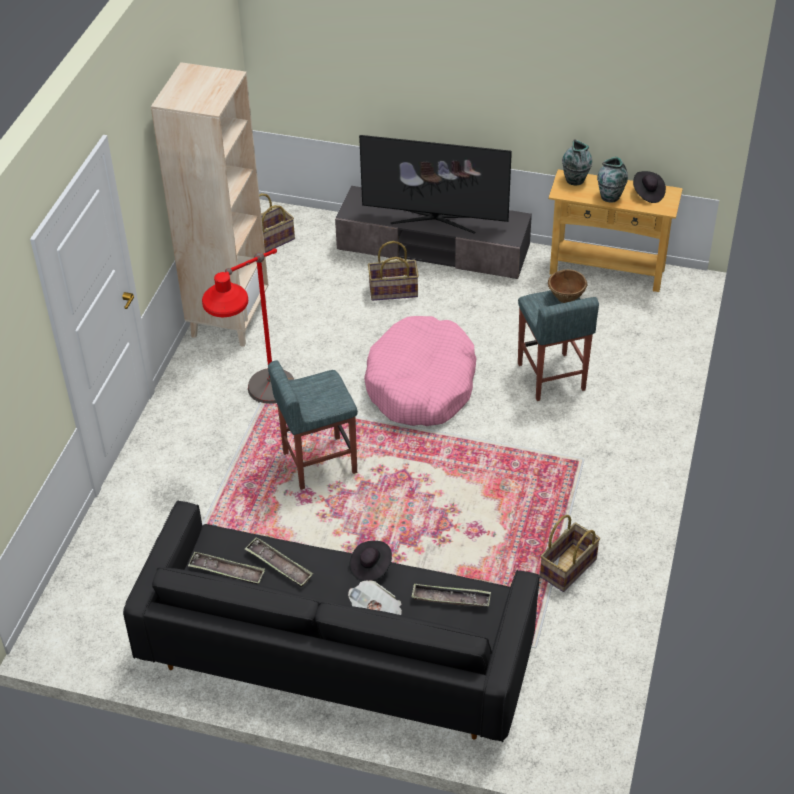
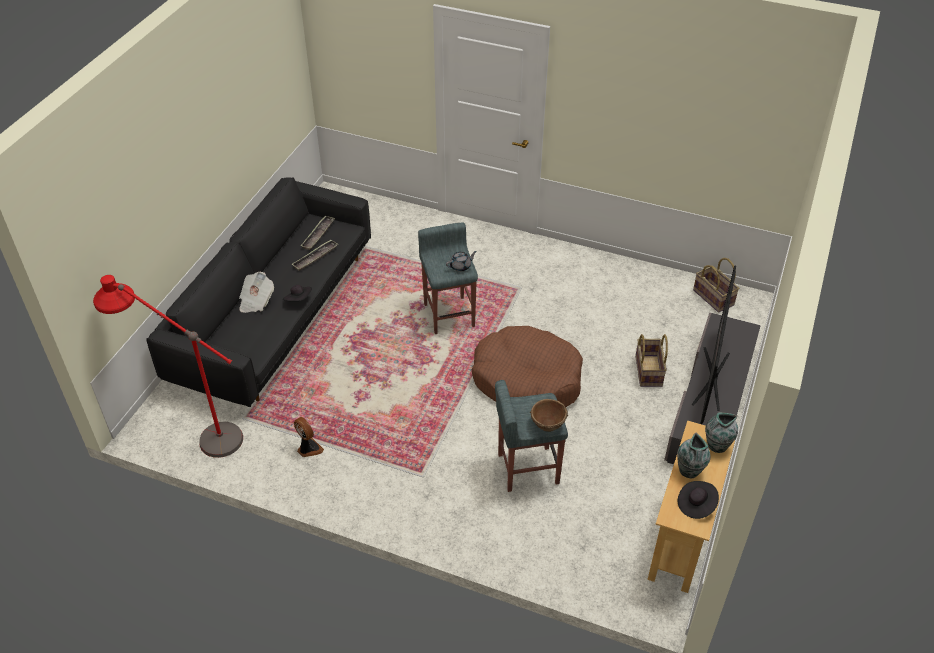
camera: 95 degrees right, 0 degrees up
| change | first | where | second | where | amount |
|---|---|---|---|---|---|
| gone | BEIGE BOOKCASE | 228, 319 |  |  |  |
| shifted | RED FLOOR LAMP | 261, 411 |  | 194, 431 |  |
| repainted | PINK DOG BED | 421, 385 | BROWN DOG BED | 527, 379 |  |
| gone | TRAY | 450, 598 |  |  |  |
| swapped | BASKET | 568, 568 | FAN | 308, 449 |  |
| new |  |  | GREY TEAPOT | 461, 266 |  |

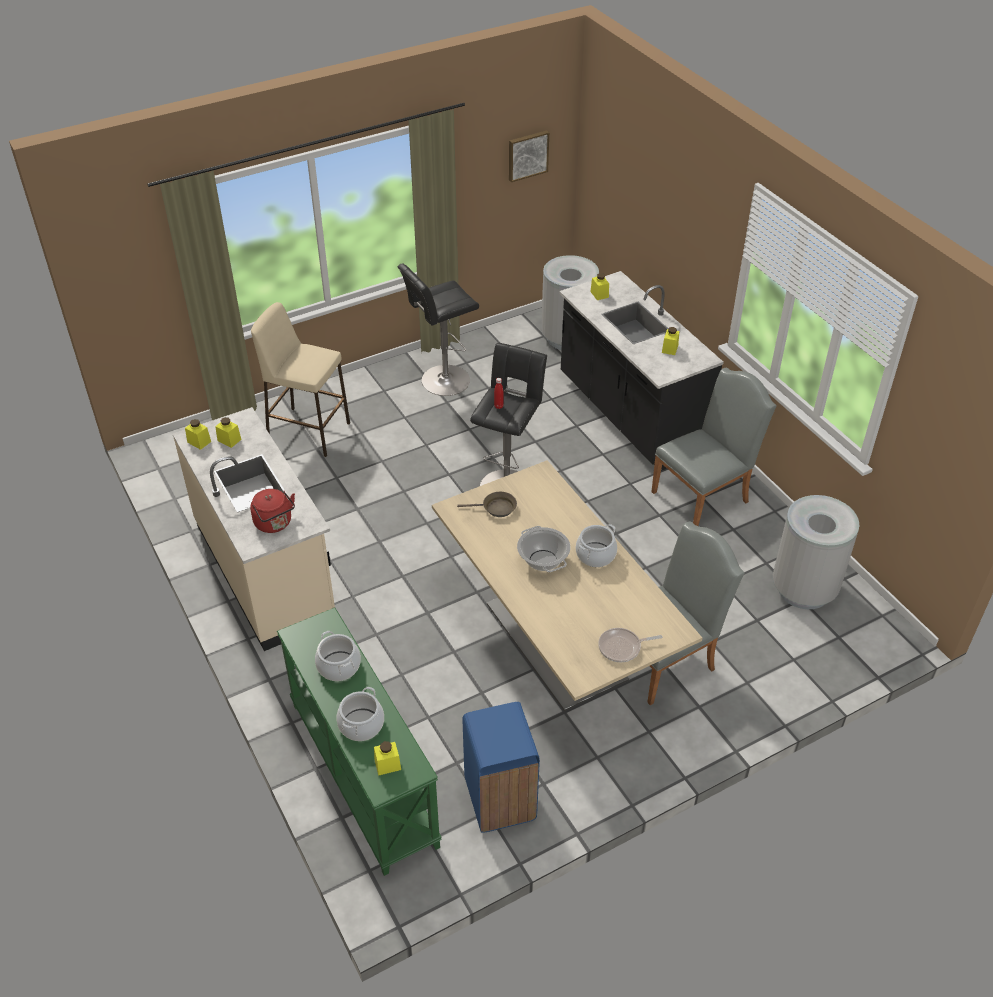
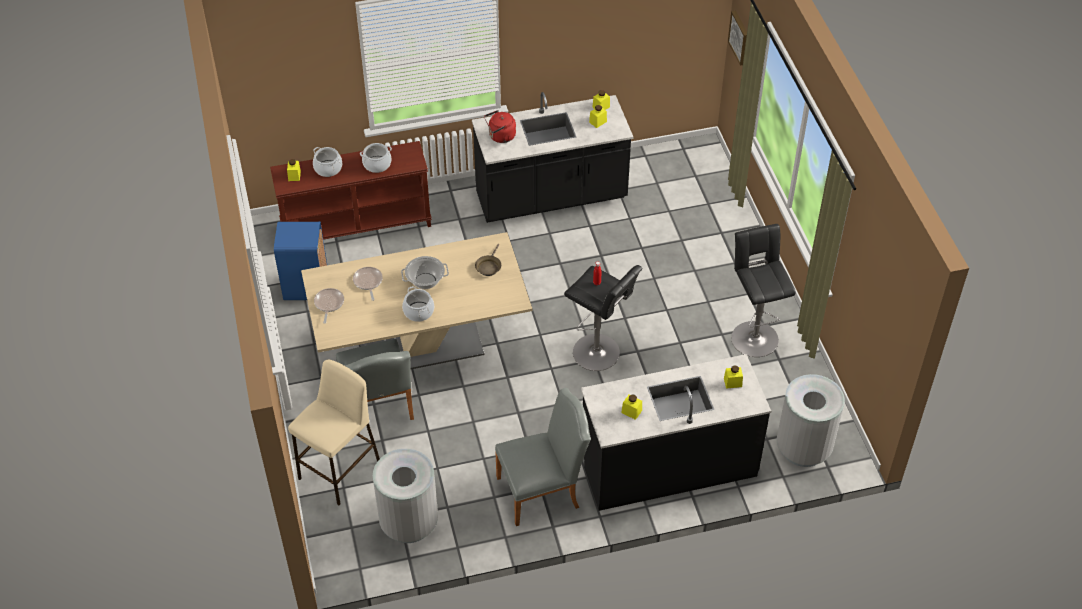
camera: 105 degrees right, 5 degrees up
| change | first | where | second | where | amount |
|---|---|---|---|---|---|
| repainted | BEIGE COUNTER | 266, 571 | BLACK COUNTER | 551, 198 |  |
| shifted | BEIGE STOOL | 308, 431 |  | 340, 470 |  |
| repainted | GREEN CONSOLE TABLE | 361, 773 | BROWN CONSOLE TABLE | 356, 225 |  |
| shifted | PICTURE | 527, 155 |  | 740, 37 |  |
| rotated | GREY CHAIR | 705, 494 |  | 543, 490 | 90 degrees counterclockwise |
| new |  |  | FRYING PAN | 368, 282 |  |

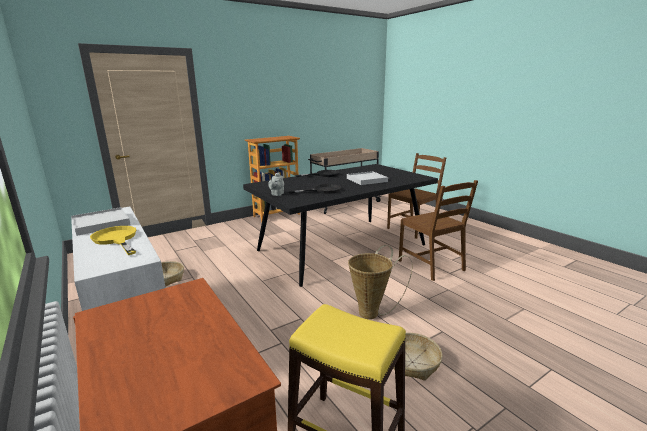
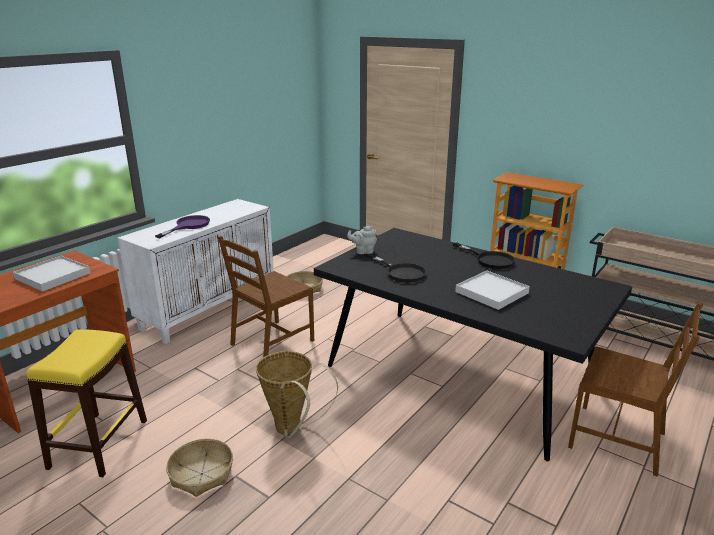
camera: 70 degrees right, 5 degrees up
| change | first | where | second | where | amount |
|---|---|---|---|---|---|
| shifted | WHITE TRAY | 101, 223 |  | 53, 276 |  |
| repainted | YELLOW FRYING PAN | 116, 239 | PURPLE FRYING PAN | 188, 226 |  |
| shifted | BROWN CHAIR | 432, 265 |  | 271, 342 |  |

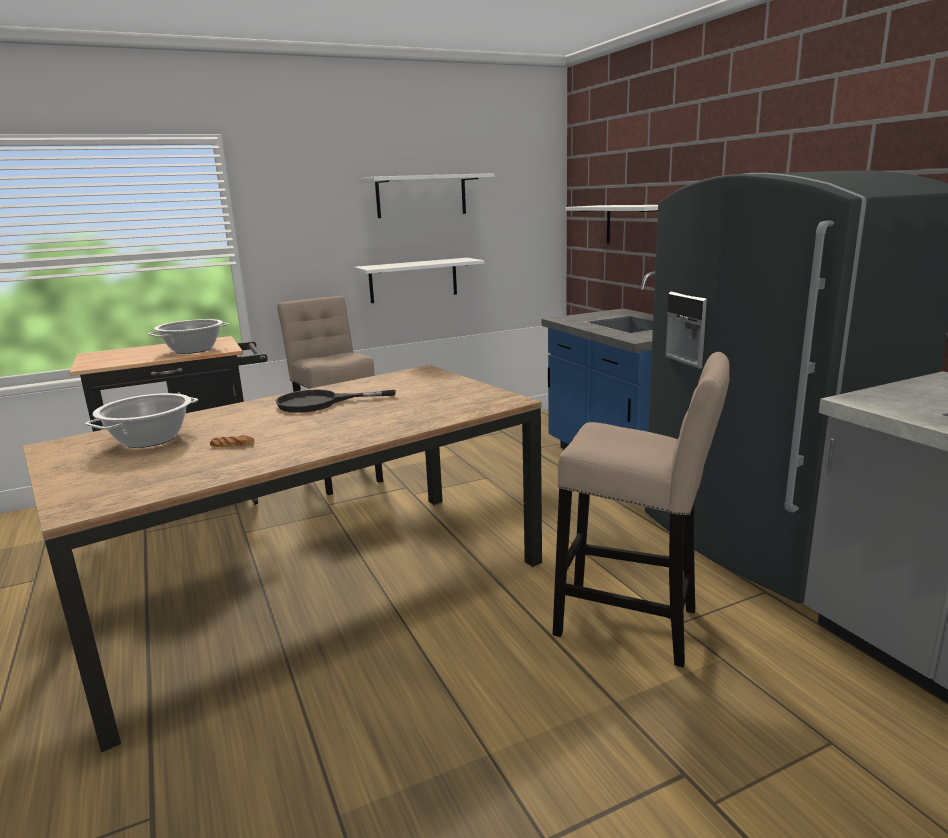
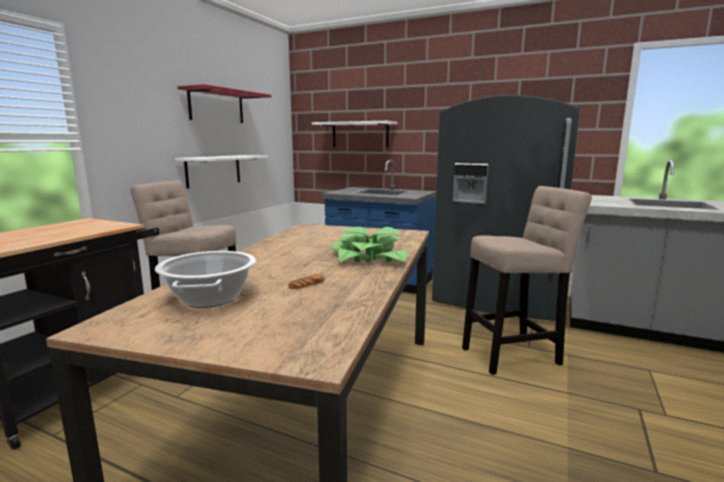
camera: 40 degrees left, 5 degrees down
| change | first | where | second | where | amount |
|---|---|---|---|---|---|
| gone | COOKING POT | 193, 350 |  |  |  |
| gone | BLACK FRYING PAN | 319, 403 |  |  |  |
| repainted | WHITE SHELF | 421, 196 | RED SHELF | 216, 106 |  |
| new |  |  | POTTED PLANT | 369, 258 |  |

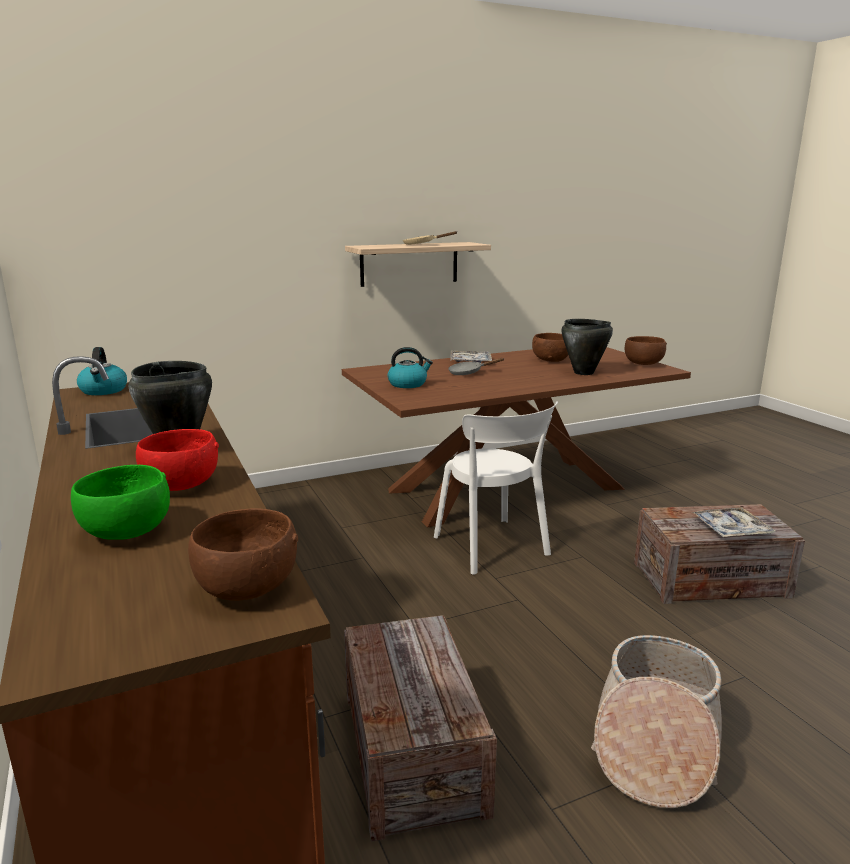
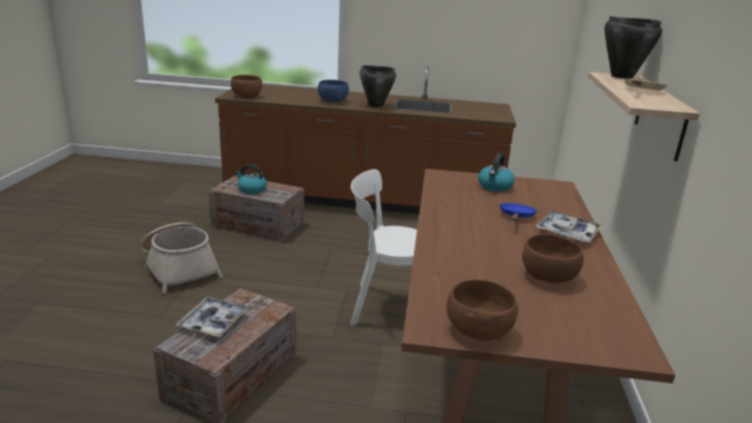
camera: 120 degrees right, 5 degrees up
| change | first | where | second | where | amount |
|---|---|---|---|---|---|
| gone | GREEN BOWL | 127, 532 |  |  |  |
| shifted | KETTLE | 104, 390 |  | 251, 189 |  |
| repainted | RED BOWL | 181, 485 | BLUE BOWL | 332, 101 |  |
| repainted | GREY FRYING PAN | 468, 373 | BLUE FRYING PAN | 516, 216 |  |
| shifted | BLACK COOKING POT | 584, 373 |  | 621, 76 |  |

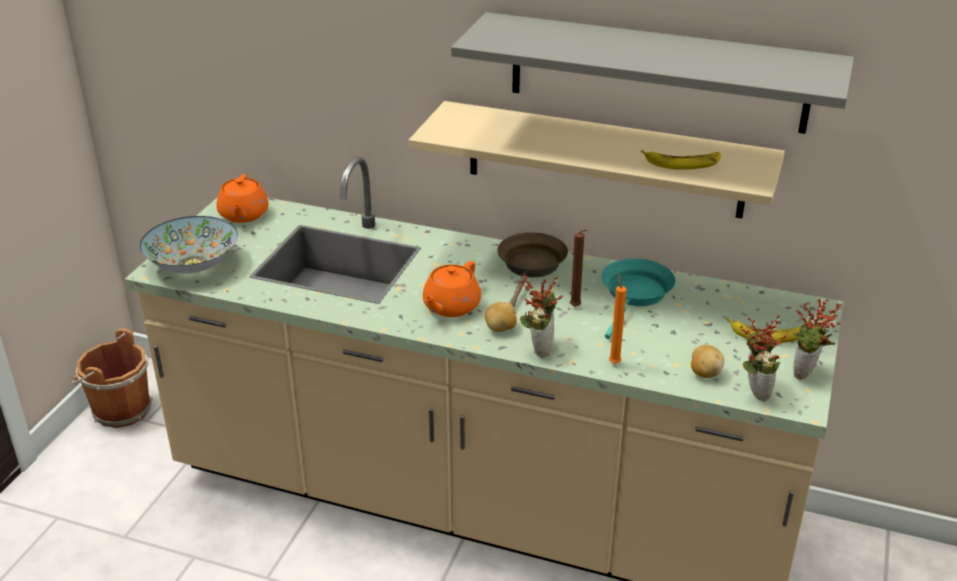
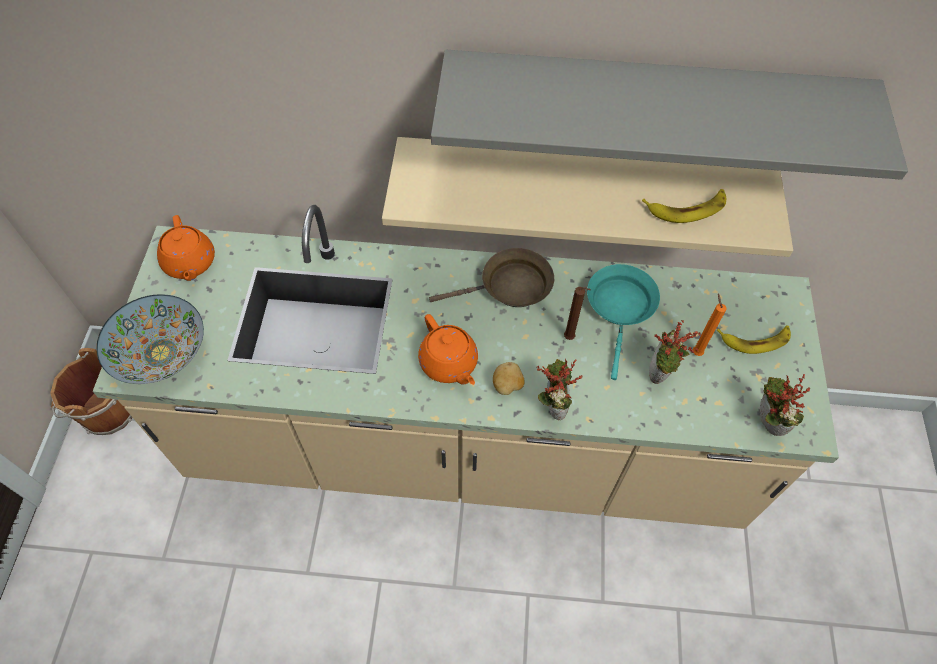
camera: 15 degrees left, 25 degrees up
| change | first | where | second | where | amount |
|---|---|---|---|---|---|
| rotated | ORANGE TEAPOT | 450, 307 |  | 449, 363 | 45 degrees counterclockwise |
| rotated | BROWN FRYING PAN | 531, 267 |  | 510, 287 | 75 degrees clockwise |
| shifted | ORANGE CANDLE | 614, 362 |  | 696, 351 |  |
| gone | POTATO | 704, 373 |  |  |  |
| shifted | POTTED PLANT | 806, 375 |  | 660, 375 |  |

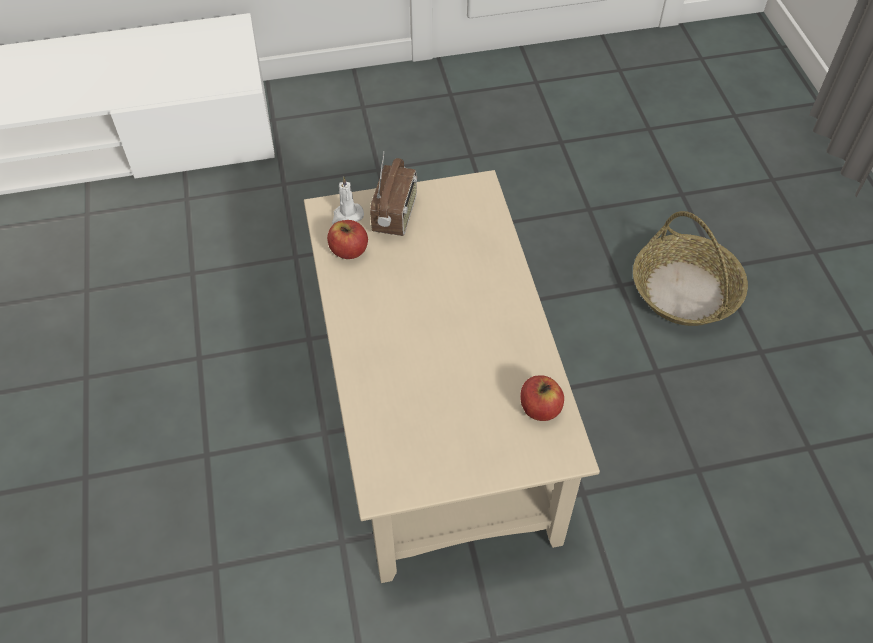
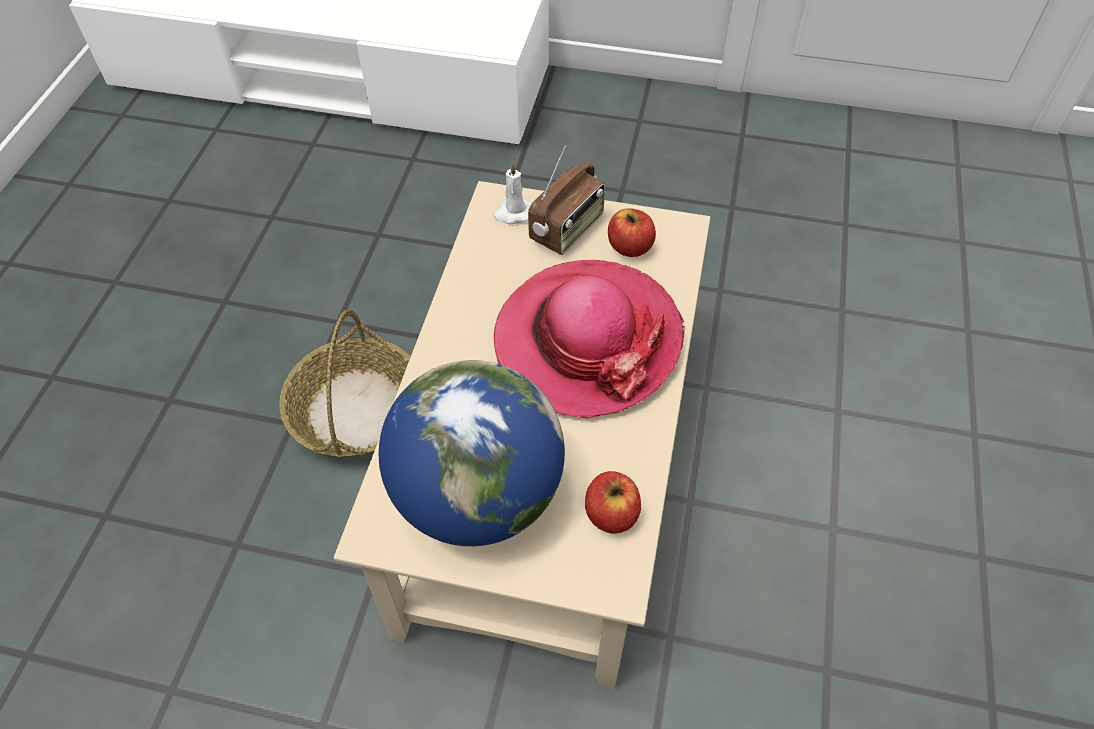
camera: 25 degrees right, 0 degrees up
| change | first | where | second | where | amount |
|---|---|---|---|---|---|
| shifted | APPLE | 349, 250 |  | 630, 247 |  |
| shifted | BASKET | 685, 291 |  | 357, 410 |  |
| new |  |  | GLOBE | 478, 495 |  |
| new |  |  | HAT | 587, 340 |  |

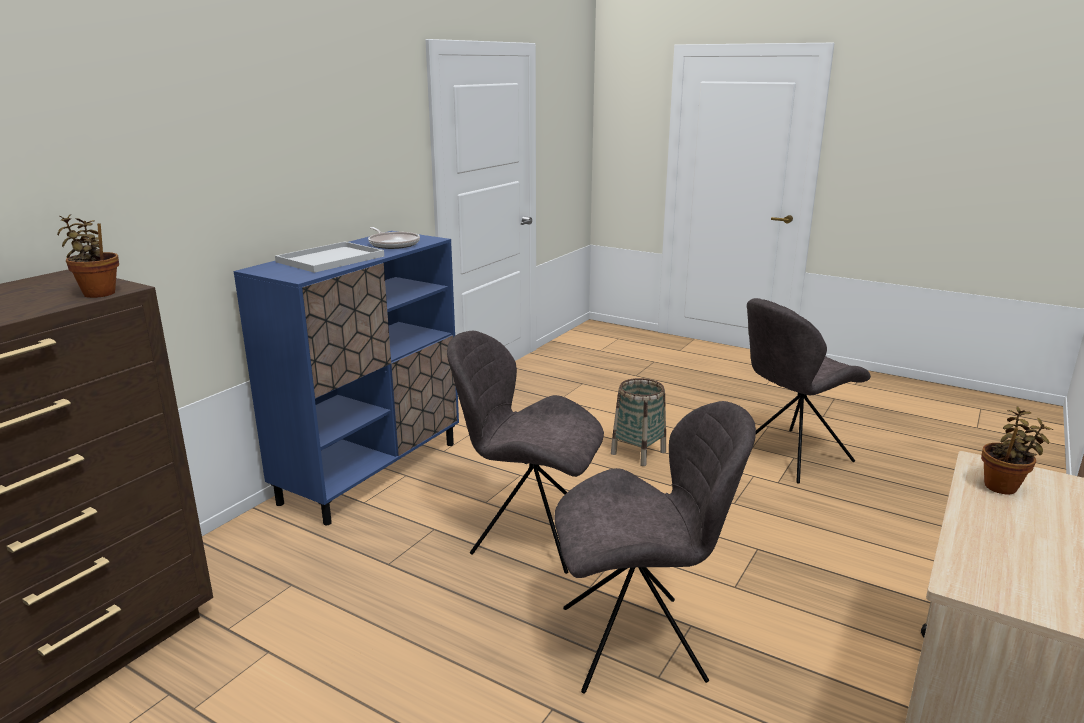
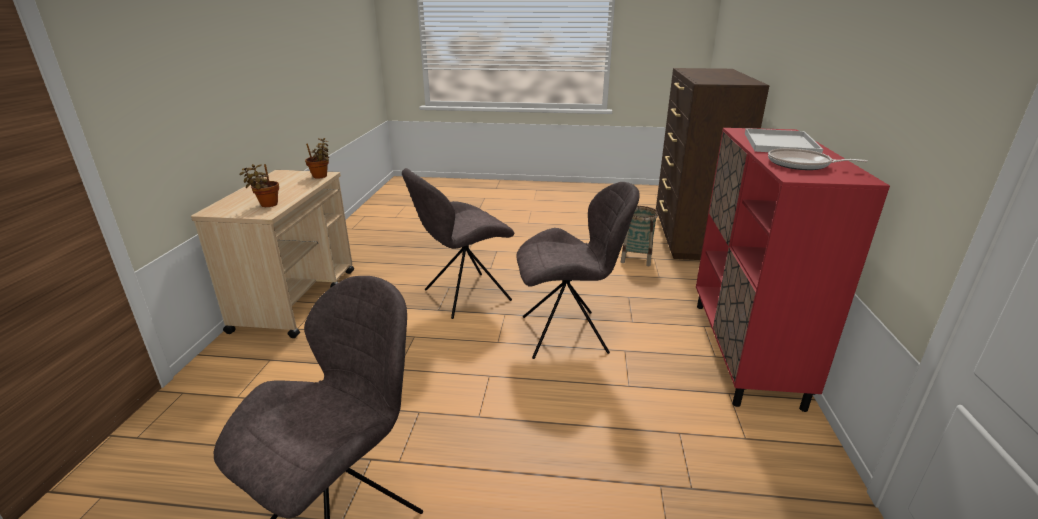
camera: 155 degrees right, 5 degrees up
| change | first | where | second | where | amount |
|---|---|---|---|---|---|
| shifted | POTTED PLANT | 98, 293 |  | 321, 176 |  |
| repainted | BLUE CABINET | 372, 471 | RED CABINET | 744, 351 |  |
| shifted | BASKET | 638, 453 |  | 636, 258 |  |

